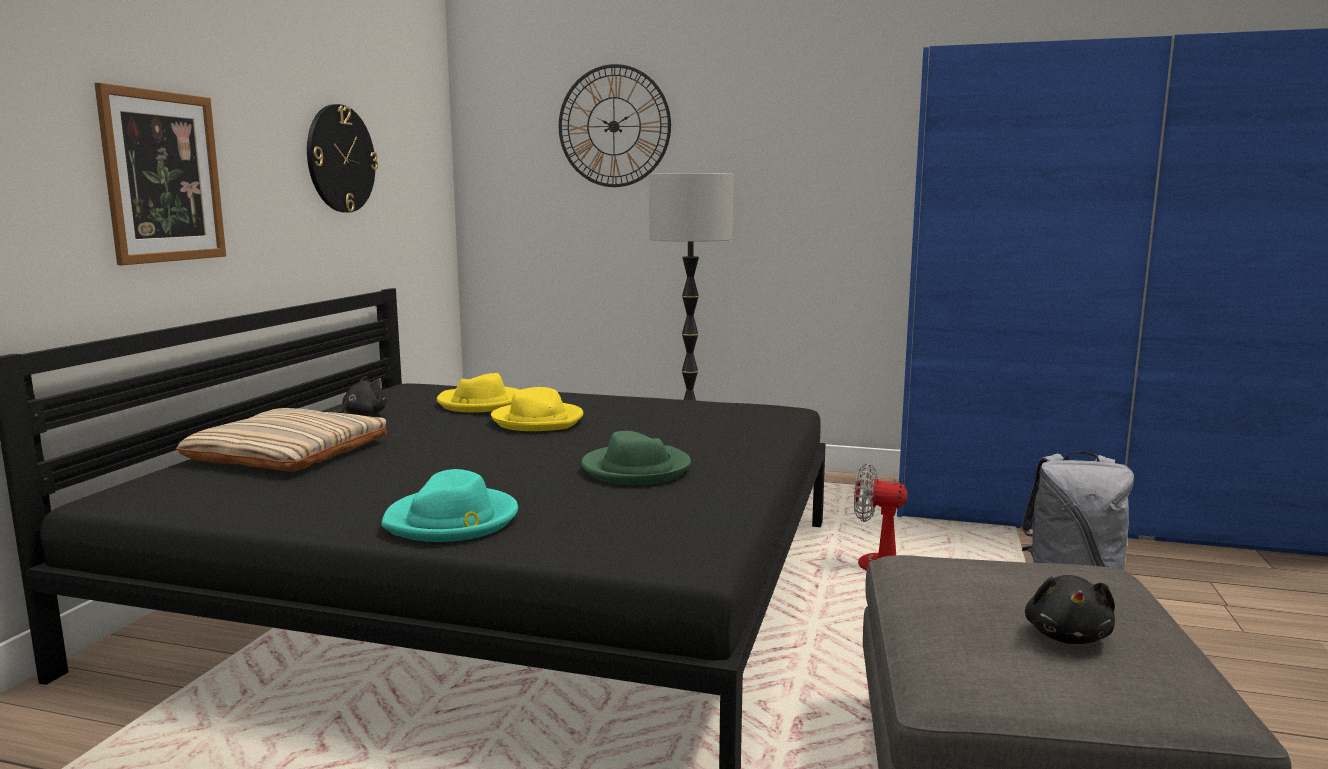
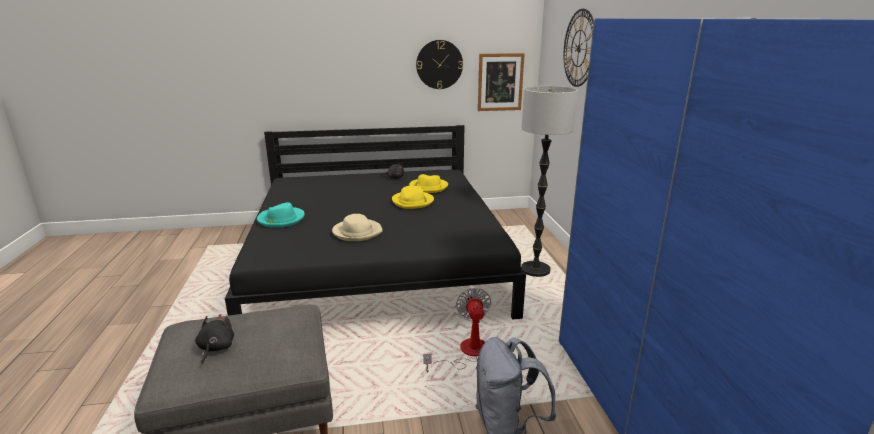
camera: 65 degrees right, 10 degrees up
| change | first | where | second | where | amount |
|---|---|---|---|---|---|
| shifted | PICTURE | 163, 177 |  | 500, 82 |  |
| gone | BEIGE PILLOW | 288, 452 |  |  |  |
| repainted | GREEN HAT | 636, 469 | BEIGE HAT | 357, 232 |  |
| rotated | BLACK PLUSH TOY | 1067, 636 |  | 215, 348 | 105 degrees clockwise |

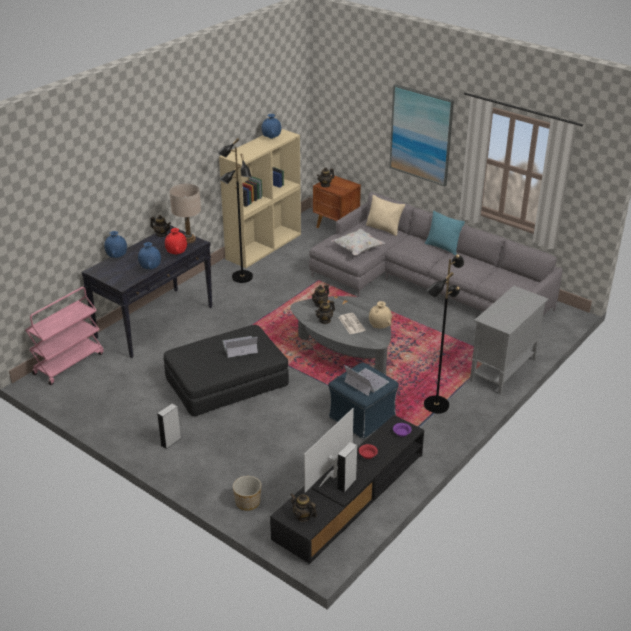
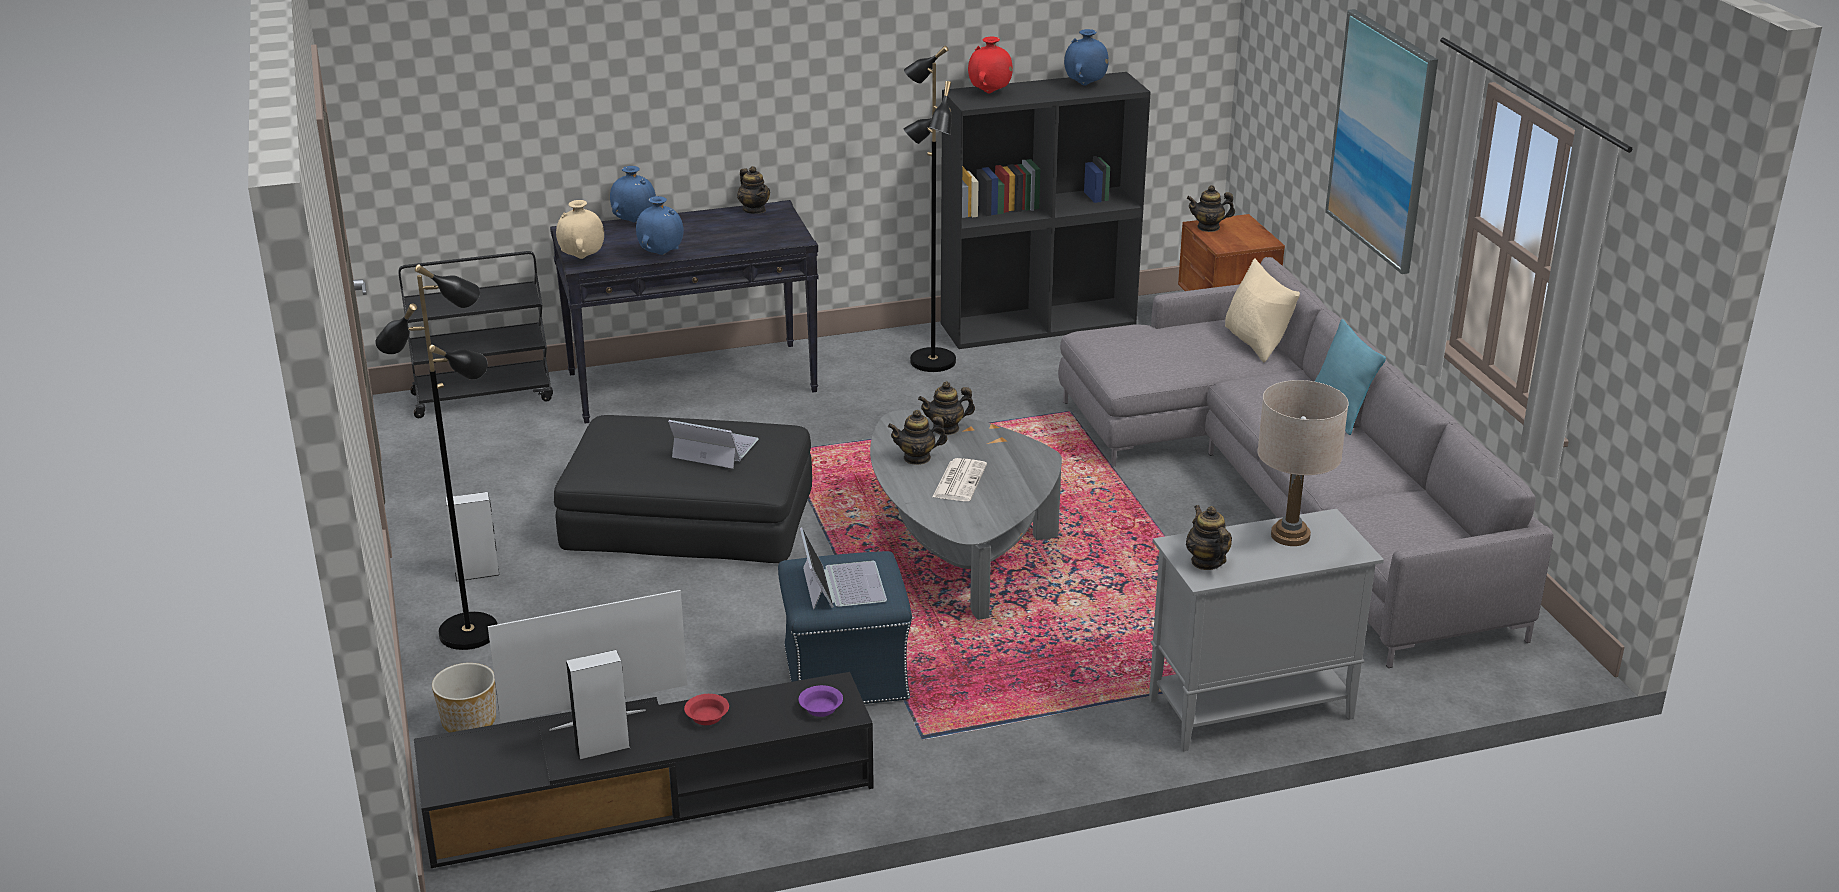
camera: 35 degrees right, 5 degrees down
| change | first | where | second | where | amount |
|---|---|---|---|---|---|
| repainted | PINK CART | 69, 363 | BLACK CART | 483, 396 |  |
| shifted | RED VASE | 176, 254 |  | 989, 93 |  |
| shifted | BEIGE TABLE LAMP | 188, 239 |  | 1290, 535 |  |
| repainted | BEIGE BOOKCASE | 263, 246 | BLACK BOOKCASE | 1039, 323 |  |
| shifted | TEAPOT | 303, 516 |  | 1207, 562 |  |
| gone | WHITE PILLOW | 357, 249 |  |  |  |
| shifted | BEIGE VASE | 380, 327 |  | 582, 258 |  |
| shifted | BLACK FLOOR LAMP | 435, 405 |  | 469, 631 |  |

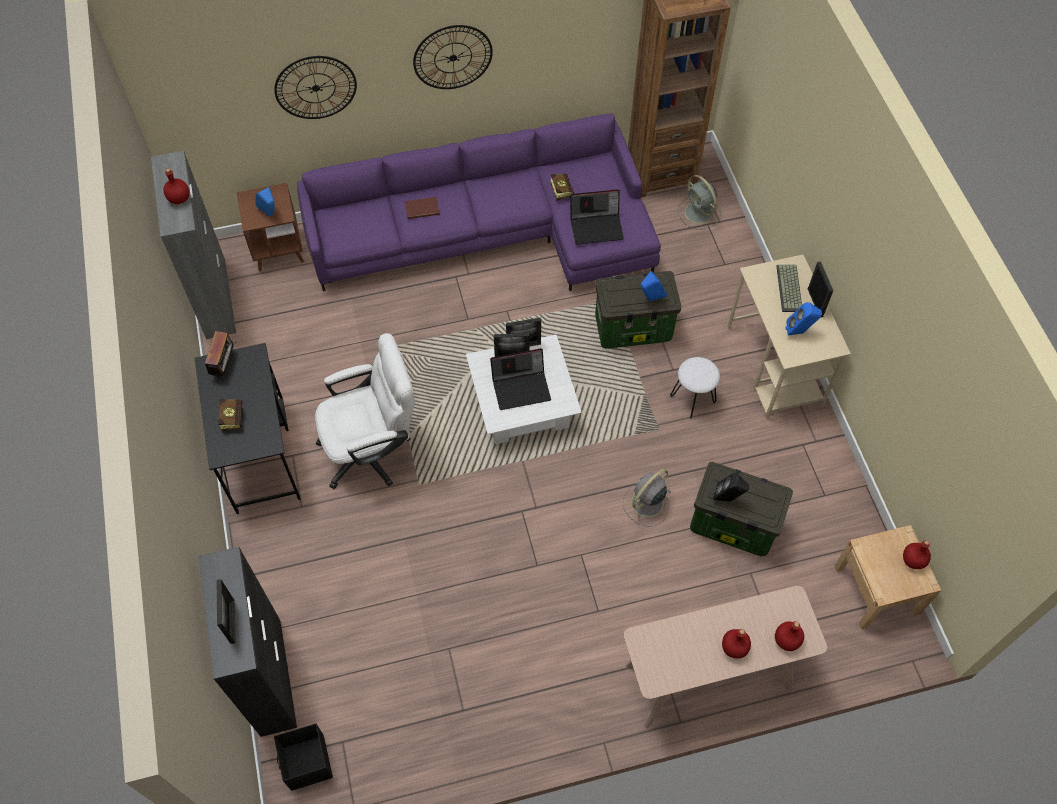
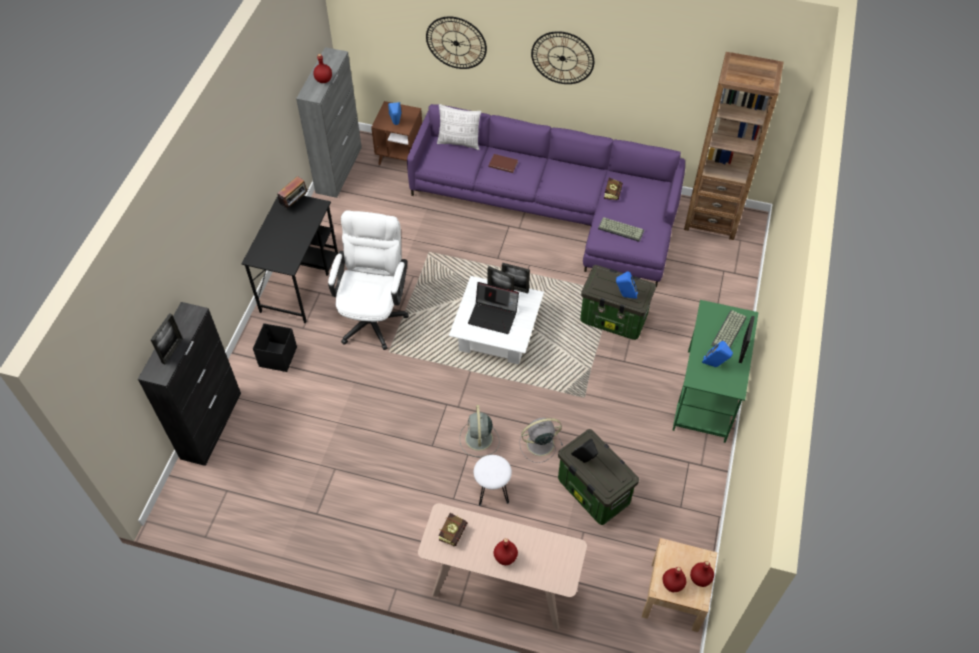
camera: 30 degrees right, 5 degrees down
| change | first | where | second | where | amount |
|---|---|---|---|---|---|
| shifted | BOOK | 233, 416 |  | 454, 531 |  |
| shifted | BLACK STORAGE BOX | 307, 763 |  | 277, 357 |  |
| rotated | WHITE OFFICE CHAIR | 373, 450 |  | 374, 314 | 90 degrees counterclockwise |
| swapped | LAPTOP | 597, 226 | KEYBOARD | 621, 229 |  |
| shifted | WHITE STOOL | 692, 399 |  | 492, 490 |  |
| shifted | GREY FAN | 699, 213 |  | 479, 439 |  |
| repainted | BEIGE DESK | 775, 366 | GREEN DESK | 706, 396 |  |
| shifted | RED BOTTLE | 786, 640 |  | 672, 584 |  |
| new |  |  | PILLOW | 459, 142 |  |

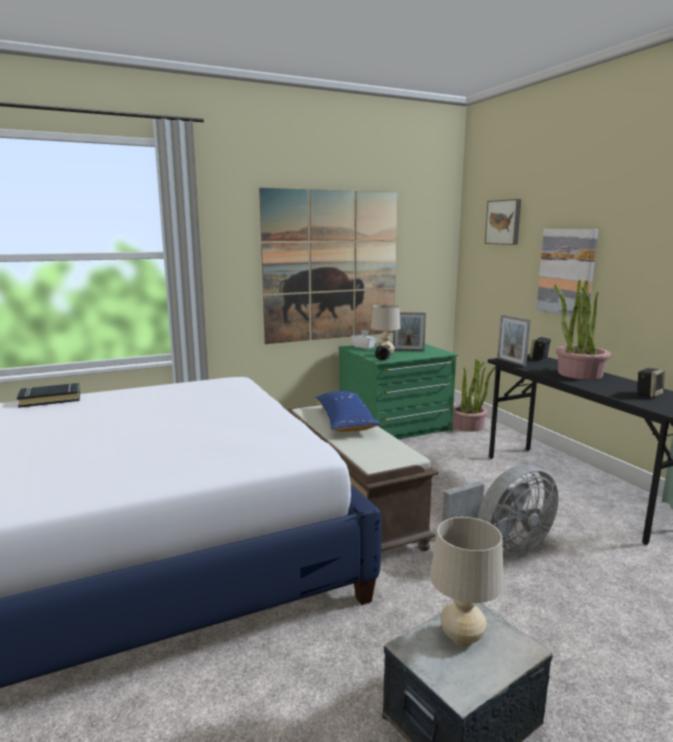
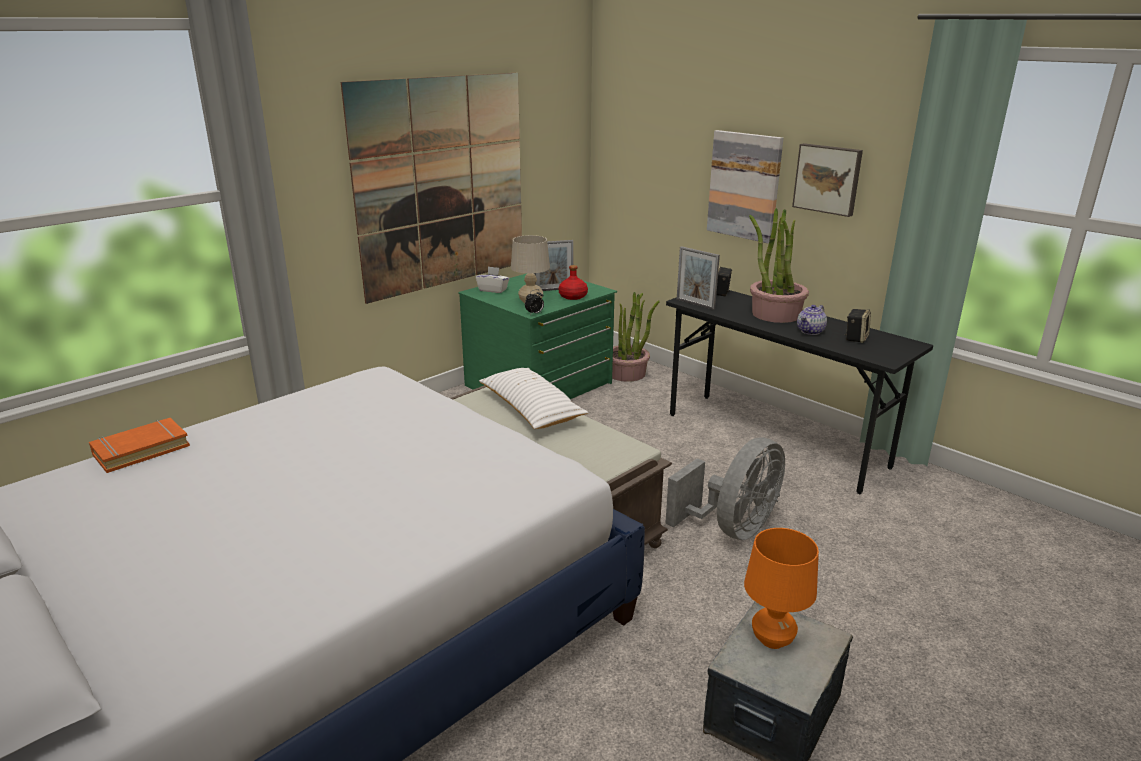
camera: 20 degrees left, 10 degrees up
| change | first | where | second | where | amount |
|---|---|---|---|---|---|
| repainted | BLACK BOOK | 50, 399 | ORANGE BOOK | 141, 450 |  |
| repainted | BLUE PILLOW | 345, 421 | WHITE PILLOW | 531, 409 |  |
| repainted | BEIGE TABLE LAMP | 462, 637 | ORANGE TABLE LAMP | 772, 640 |  |
| shifted | PICTURE | 504, 222 |  | 828, 179 |  |
| new |  |  | RED BOTTLE | 573, 296 |  |
| new |  |  | TEAPOT | 810, 331 |  |

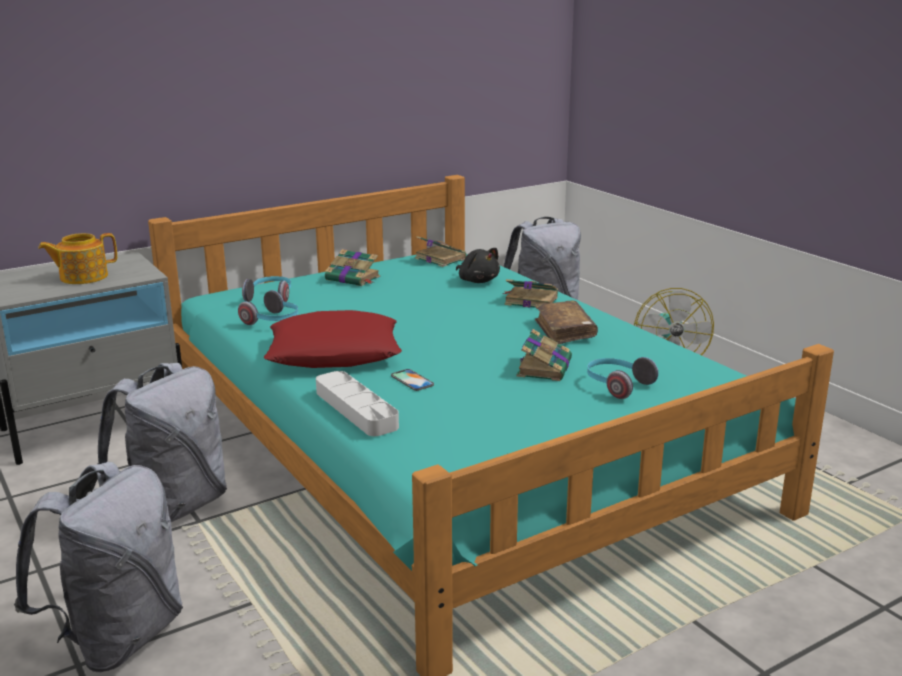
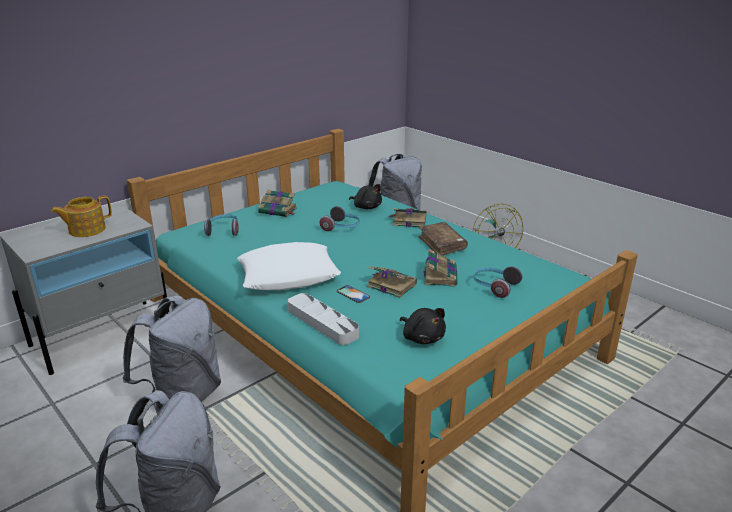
camera: 10 degrees left, 5 degrees up
| change | first | where | second | where | amount |
|---|---|---|---|---|---|
| shifted | HEADPHONES | 273, 321 |  | 341, 227 |  |
| repainted | RED PILLOW | 333, 353 | WHITE PILLOW | 288, 275 |  |
| shifted | BOOK | 439, 258 |  | 391, 285 |  |
| new |  |  | BLACK PLUSH TOY | 422, 337 |  |

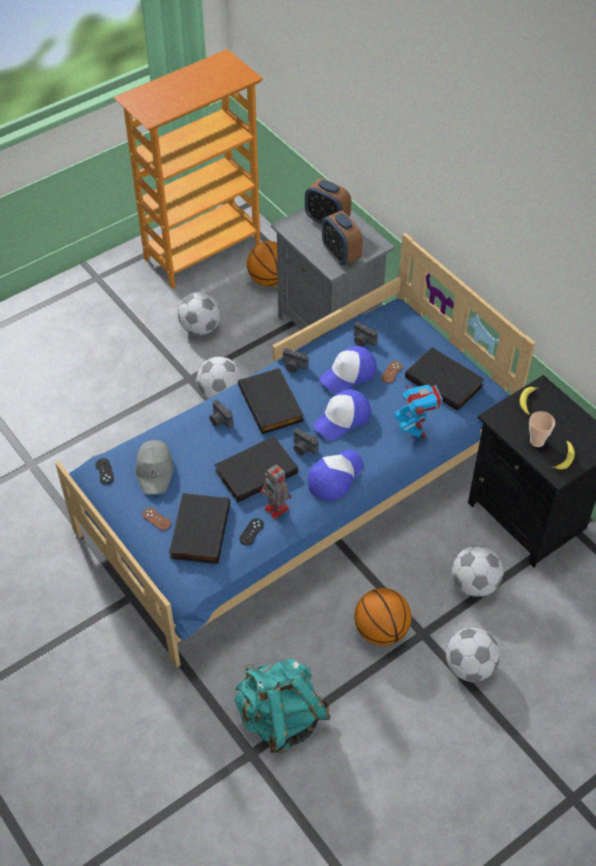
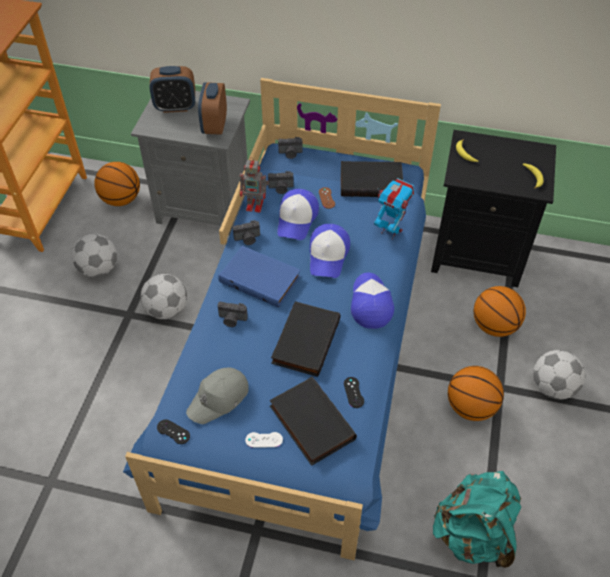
camera: 40 degrees left, 0 degrees up
| change | first | where | second | where | amount |
|---|---|---|---|---|---|
| rotated | GREY CAP | 155, 470 |  | 219, 398 | 90 degrees clockwise |
| repainted | BROWN GAME CONTROLLER | 156, 519 | WHITE GAME CONTROLLER | 264, 440 |  |
| repainted | BLACK BOOK | 272, 404 | BLUE BOOK | 261, 278 |  |
| shifted | TOY ROBOT | 277, 509 |  | 255, 205 |  |
| shifted | PHOTO CAMERA | 303, 449 |  | 290, 153 |  |
| rotated | ALARM CLOCK | 341, 255 |  | 214, 126 | 75 degrees clockwise |
| swapped | FOOTBALL | 474, 584 | BASKETBALL | 494, 326 |  |
| gone | CUP | 537, 441 |  |  |  |

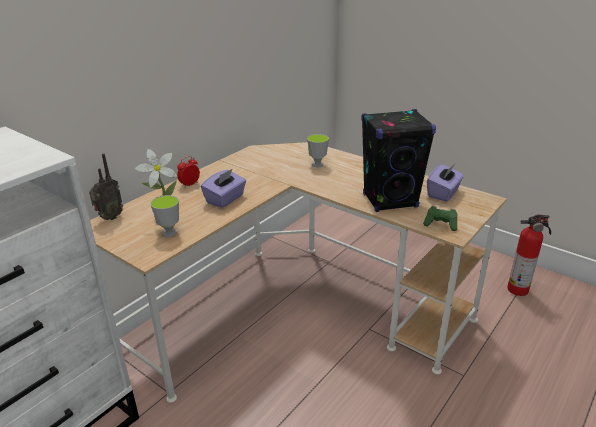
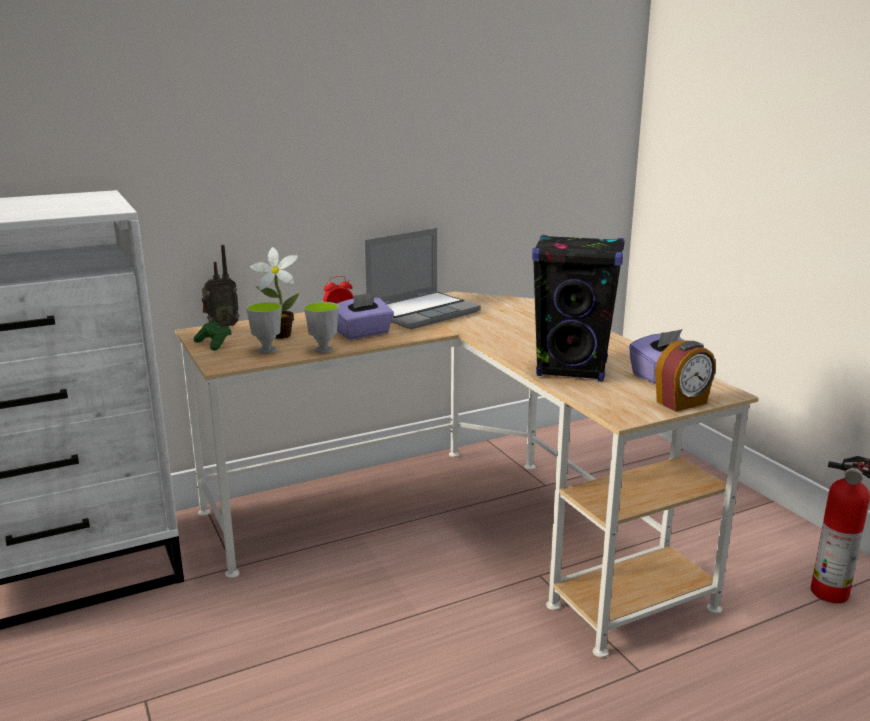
camera: 25 degrees right, 10 degrees down
| change | first | where | second | where | amount |
|---|---|---|---|---|---|
| shifted | CUP | 317, 164 |  | 323, 350 |  |
| shifted | GREEN GAME CONTROLLER | 440, 224 |  | 214, 344 |  |
| new |  |  | LAPTOP | 423, 312 |  |
| new |  |  | ALARM CLOCK | 682, 403 |  |

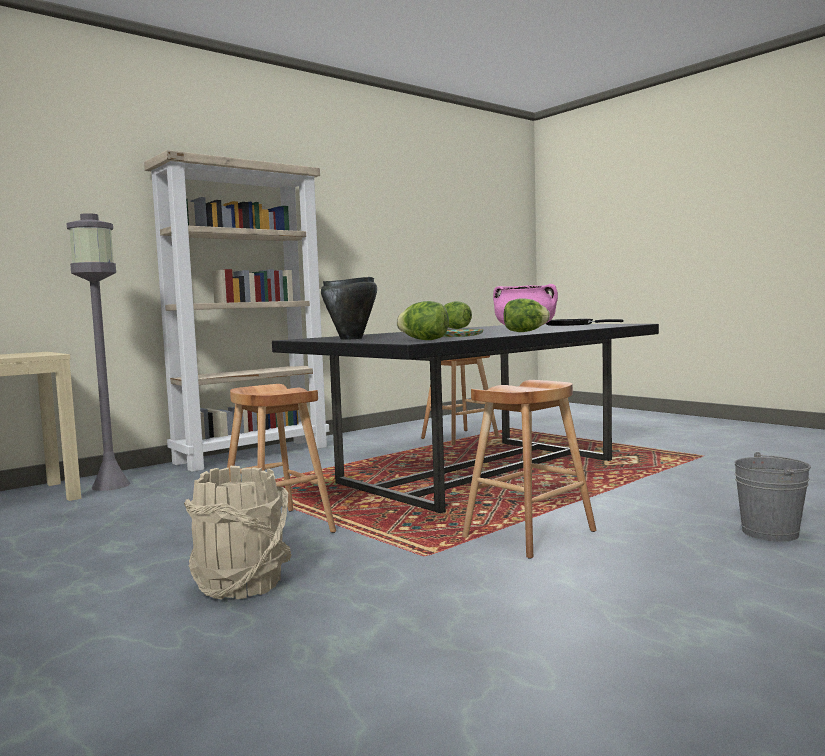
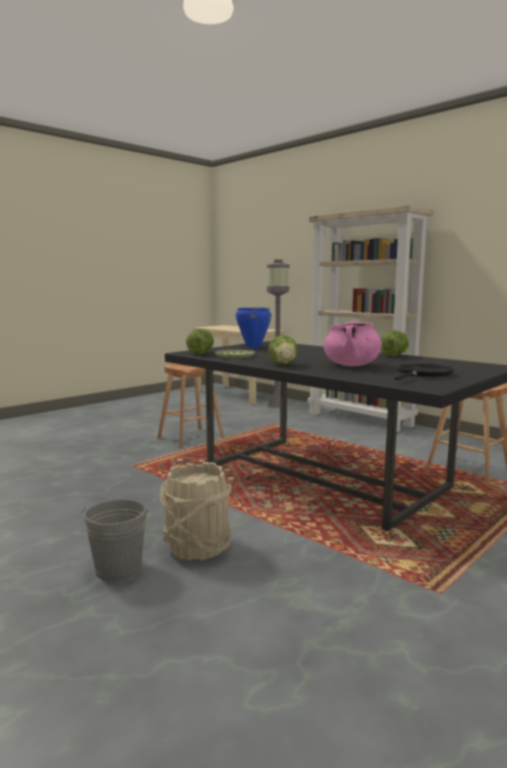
camera: 85 degrees right, 5 degrees up
| change | first | where | second | where | amount |
|---|---|---|---|---|---|
| shifted | BEIGE BUCKET | 241, 584 |  | 197, 547 |  |
| repainted | BLACK COOKING POT | 351, 338 | BLUE COOKING POT | 253, 347 |  |
| gone | BROWN STOOL | 529, 534 |  |  |  |

